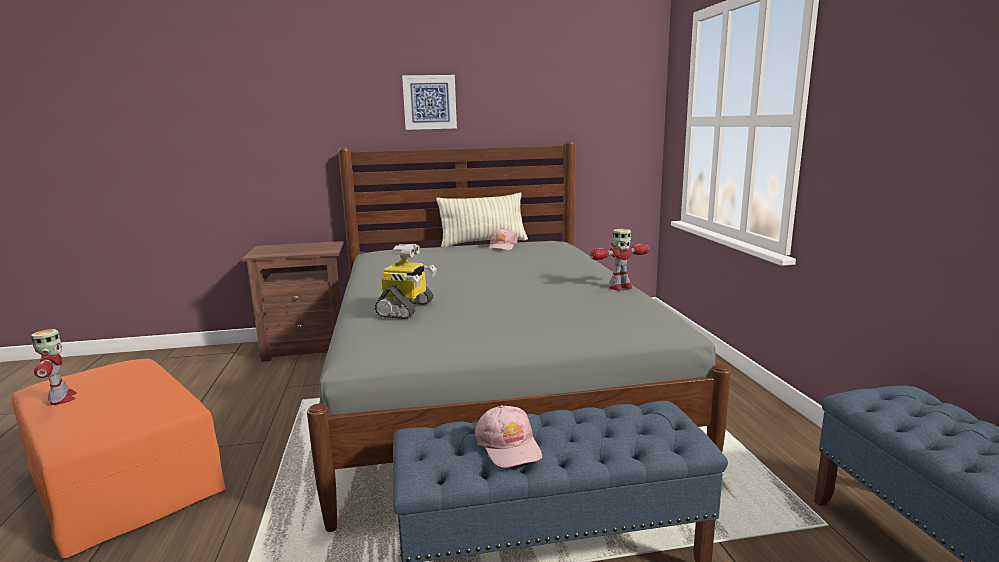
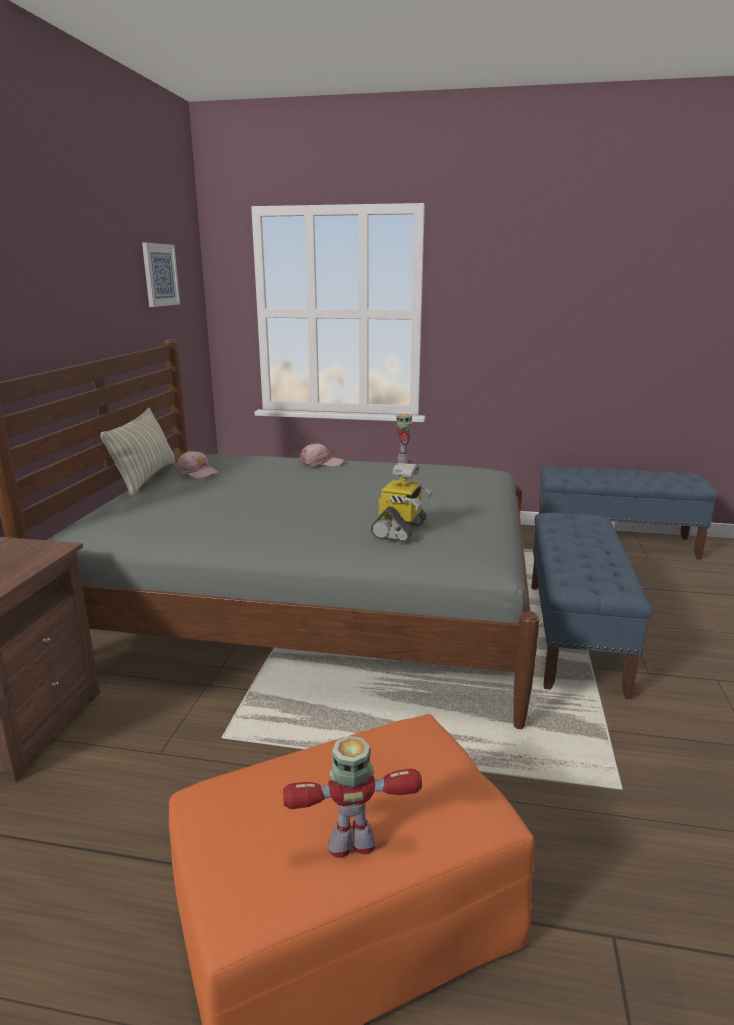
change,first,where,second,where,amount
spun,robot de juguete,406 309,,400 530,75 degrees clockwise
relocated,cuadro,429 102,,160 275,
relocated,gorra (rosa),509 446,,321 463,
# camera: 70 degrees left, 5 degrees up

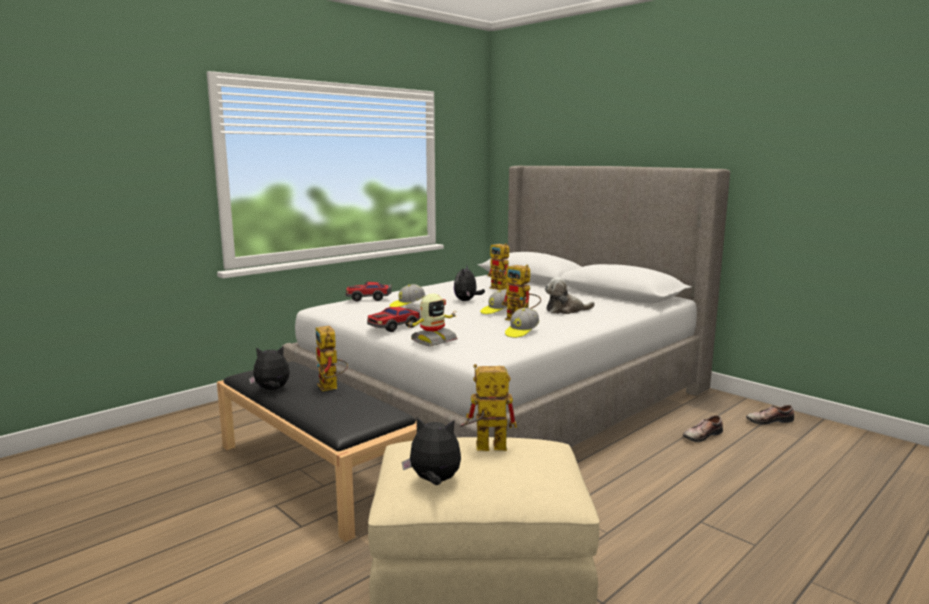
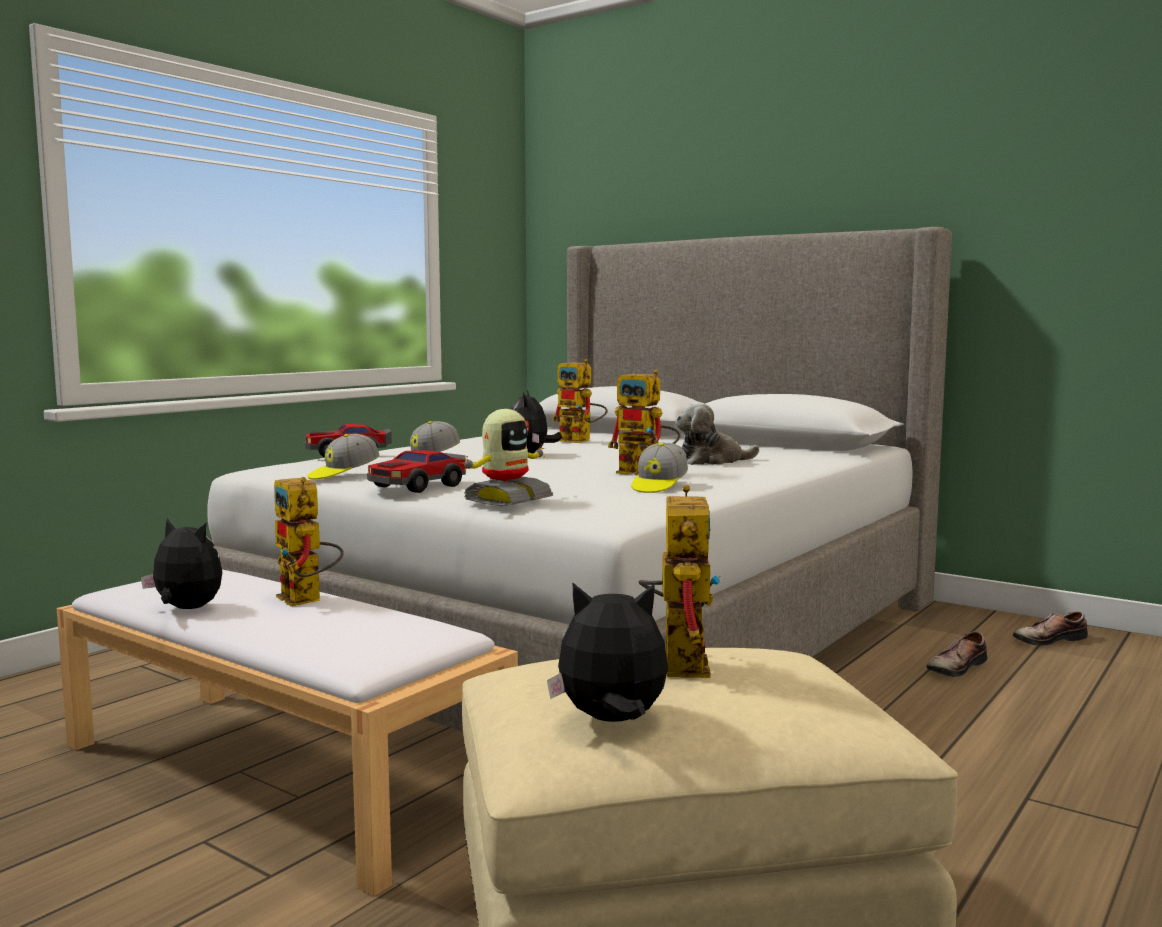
change,first,where,second,where,amount
colour,banco (negro),318 472,banco (blanco),281 774,
spun,peluche,272 390,,185 609,45 degrees clockwise
spun,robot de juguete,483 448,,678 661,105 degrees clockwise
relocated,gorra,497 311,,343 475,
# camera: 10 degrees left, 5 degrees down

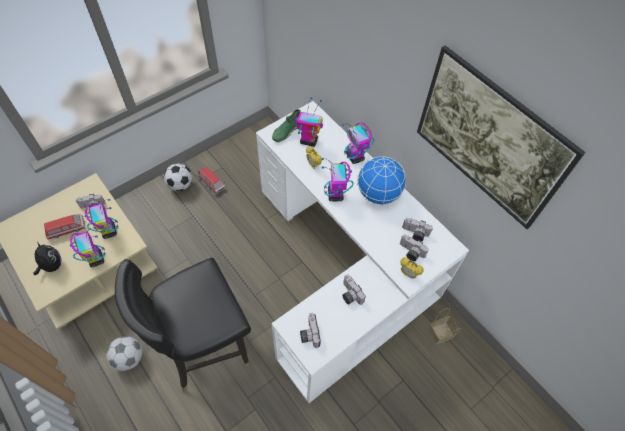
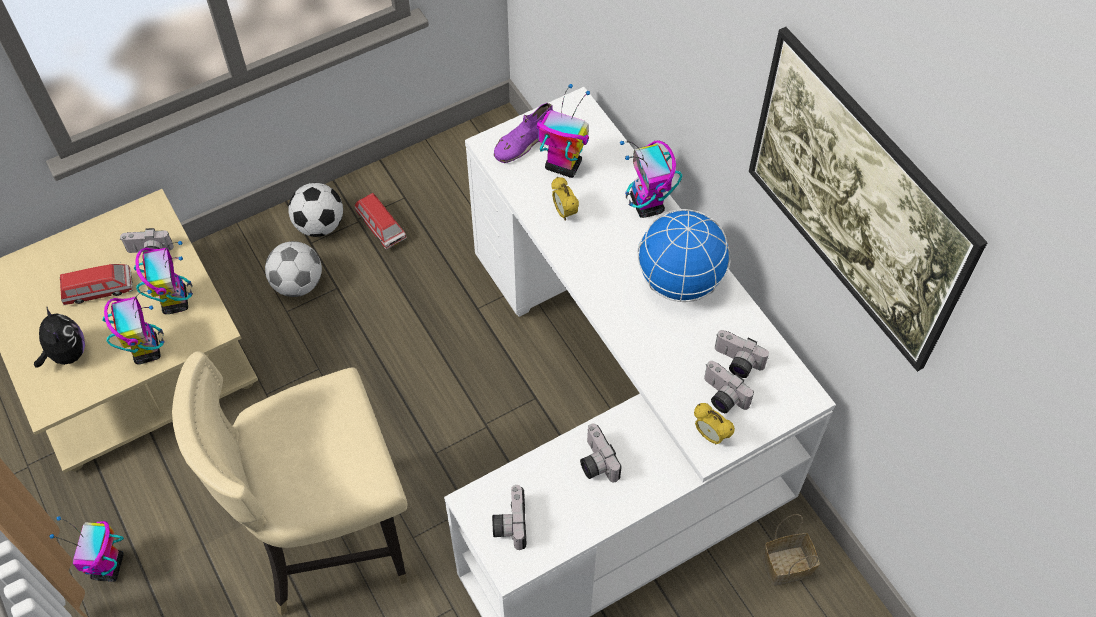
change,first,where,second,where,amount
relocated,balón de fútbol,129 358,,297 284,
colour,silla (negro),206 349,silla (beis),330 541,
colour,zapato (verde),288 130,zapato (morado),526 141,
relocated,robot de juguete,335 195,,108 568,
# camera: 10 degrees right, 0 degrees up

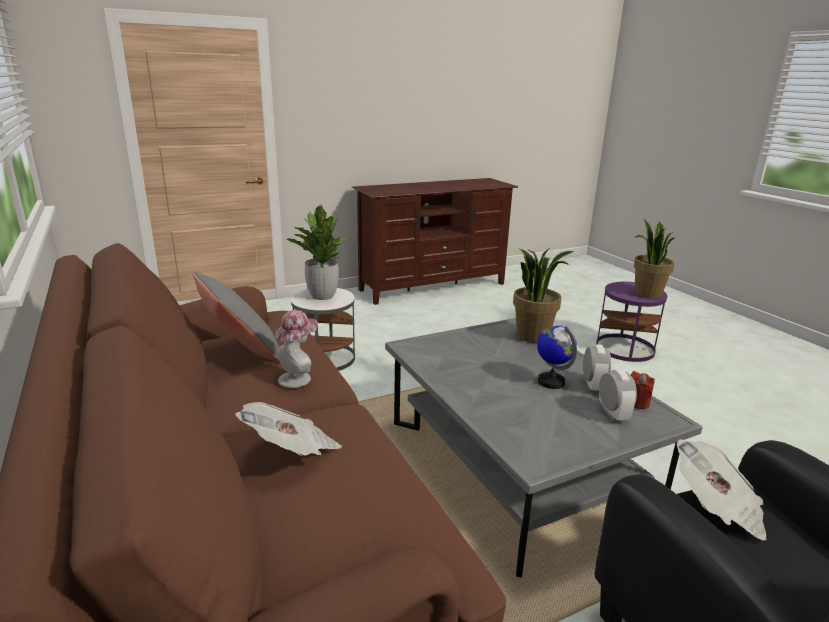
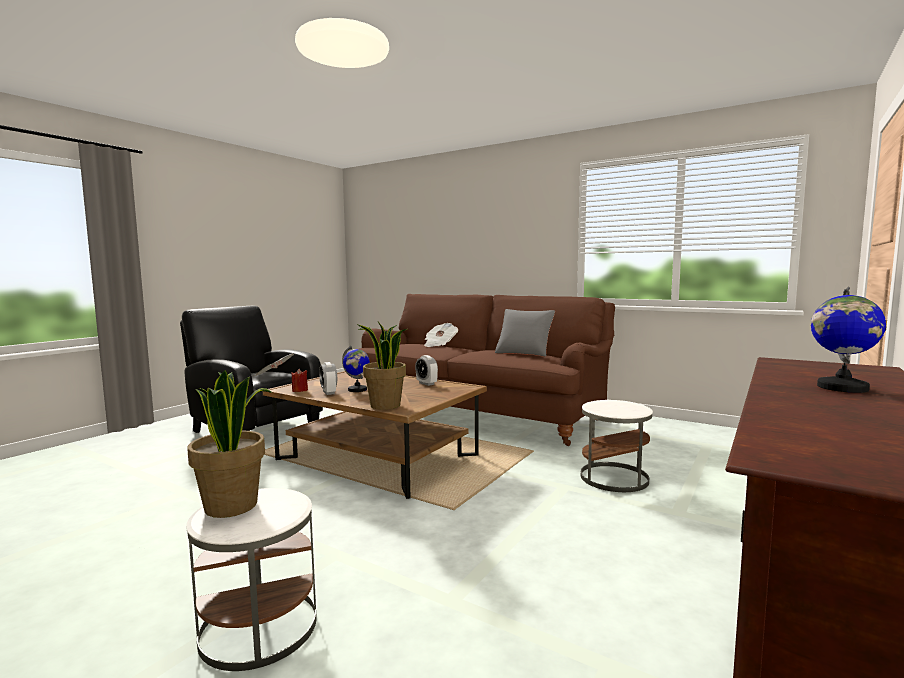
change,first,where,second,where,amount
missing,sombrero,298 378,,,
missing,planta en maceta,322 296,,,
colour,mesa de centro (gris),514 465,mesa de centro (marrón),377 457,
colour,mesa auxiliar (morado),625 348,mesa auxiliar (blanco),258 627,
relocated,despertador,613 414,,426 383,
appeared,,,globo terráqueo,841 387,
# camera: 150 degrees right, 15 degrees down

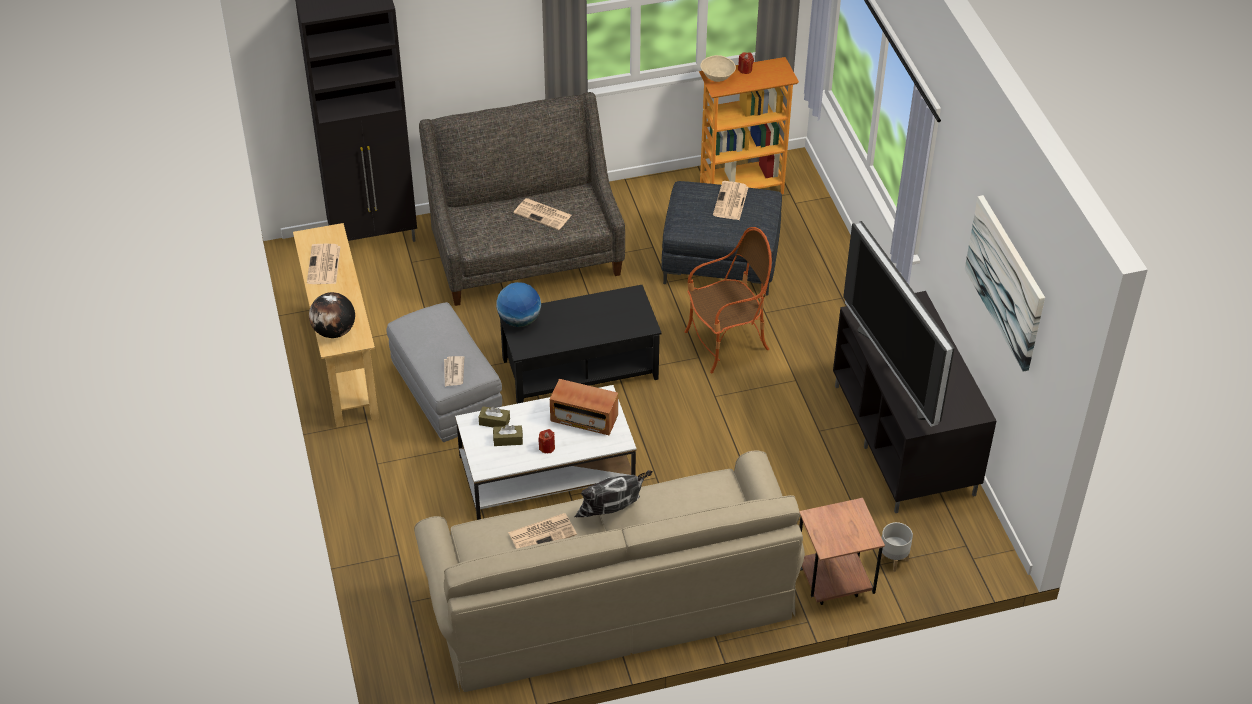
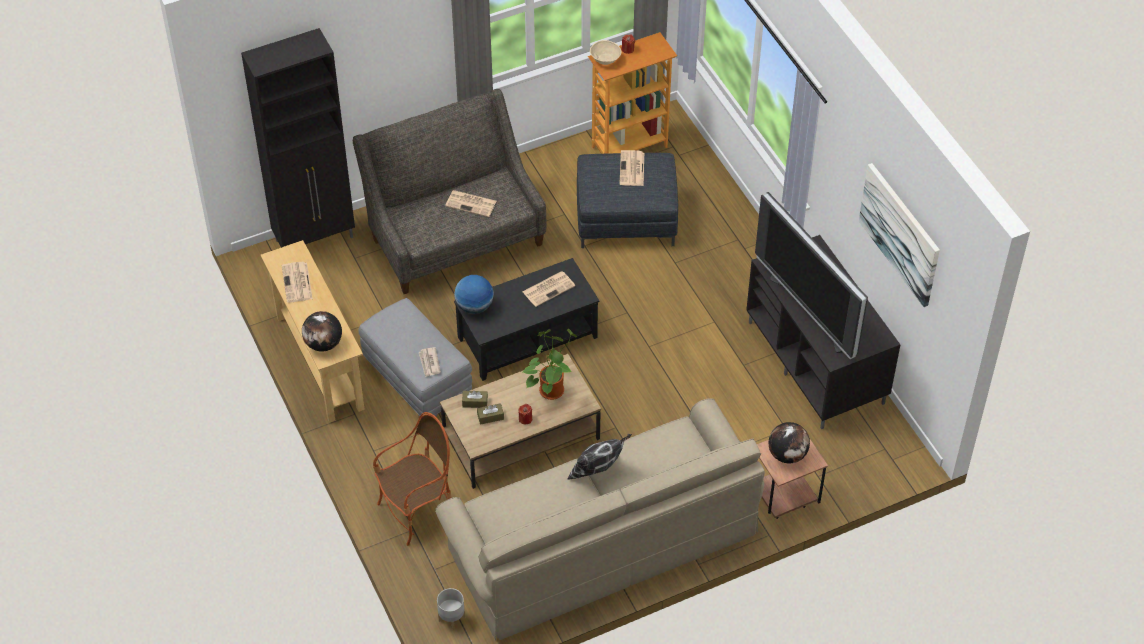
change,first,where,second,where,amount
colour,mesa de centro (blanco),545 472,mesa de centro (marrón),520 436,
relocated,periódico,543 533,,549 288,
exchanged,radio,584 419,planta en maceta,550 388,
relocated,sillón,726 343,,418 511,
relocated,maceta (gris),893 559,,452 618,
appeared,,,globo terráqueo,787 454,
# camera: 10 degrees left, 5 degrees up

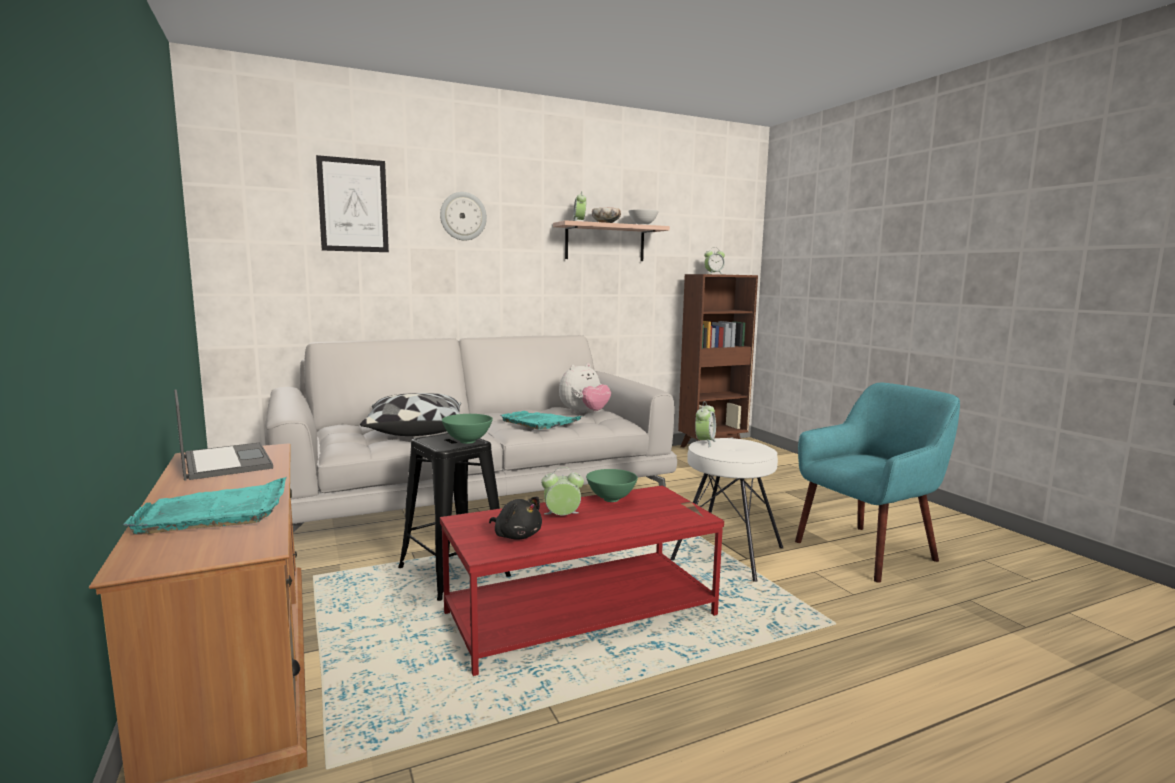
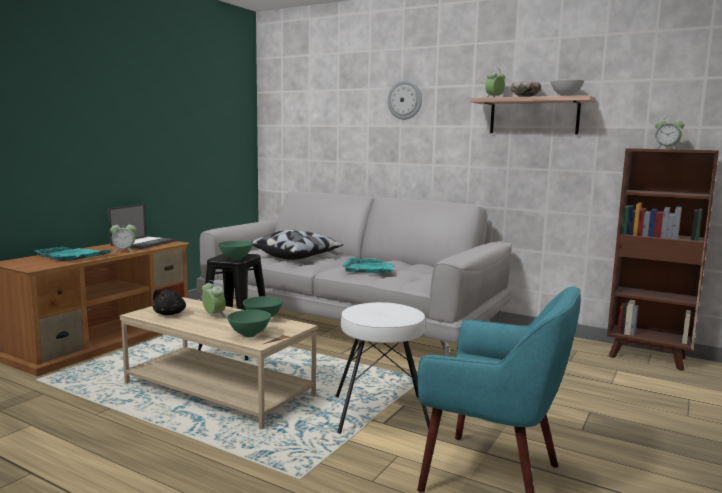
change,first,where,second,where,amount
missing,cuadro,353 205,,,
colour,mesa de centro (rojo),581 614,mesa de centro (beis),219 390,
missing,peluche,584 413,,,
relocated,despertador,704 443,,124 251,
appeared,,,cuenco (verde),250 335,
# camera: 55 degrees right, 0 degrees up

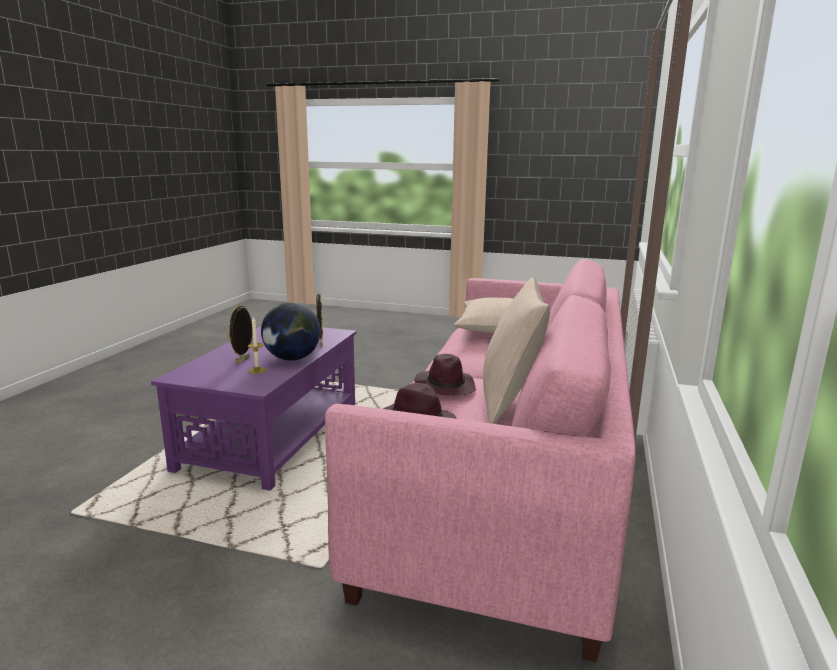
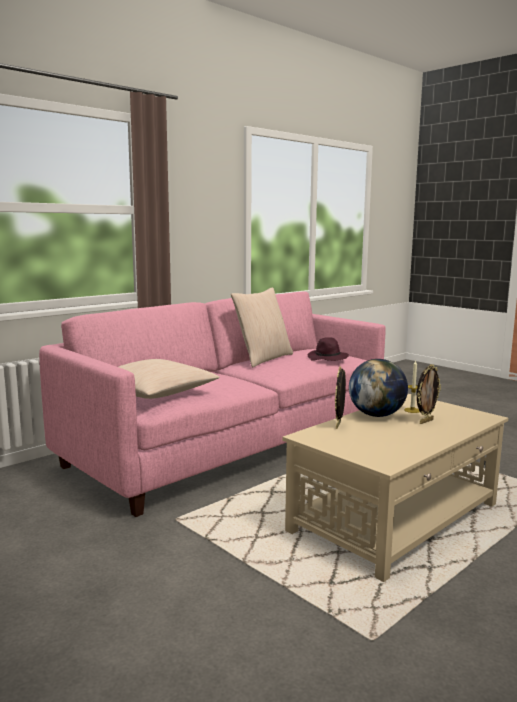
change,first,where,second,where,amount
colour,mesa de centro (morado),271 436,mesa de centro (beis),396 517,
missing,sombrero (morado),445 387,,,
# camera: 150 degrees left, 5 degrees down

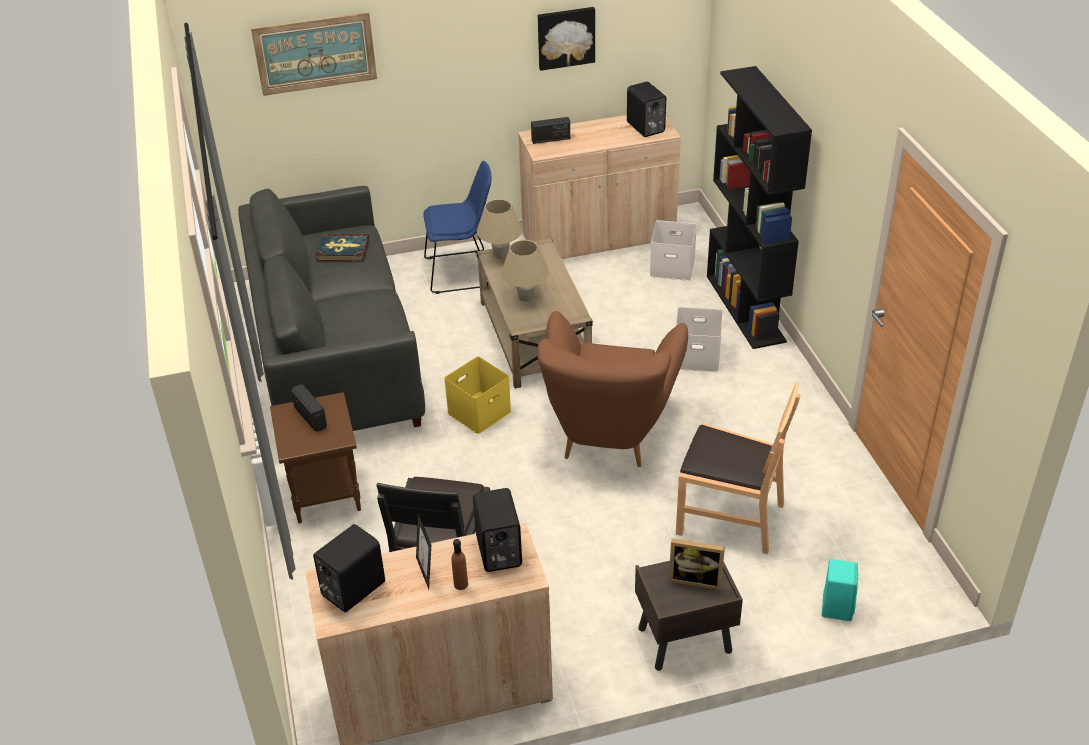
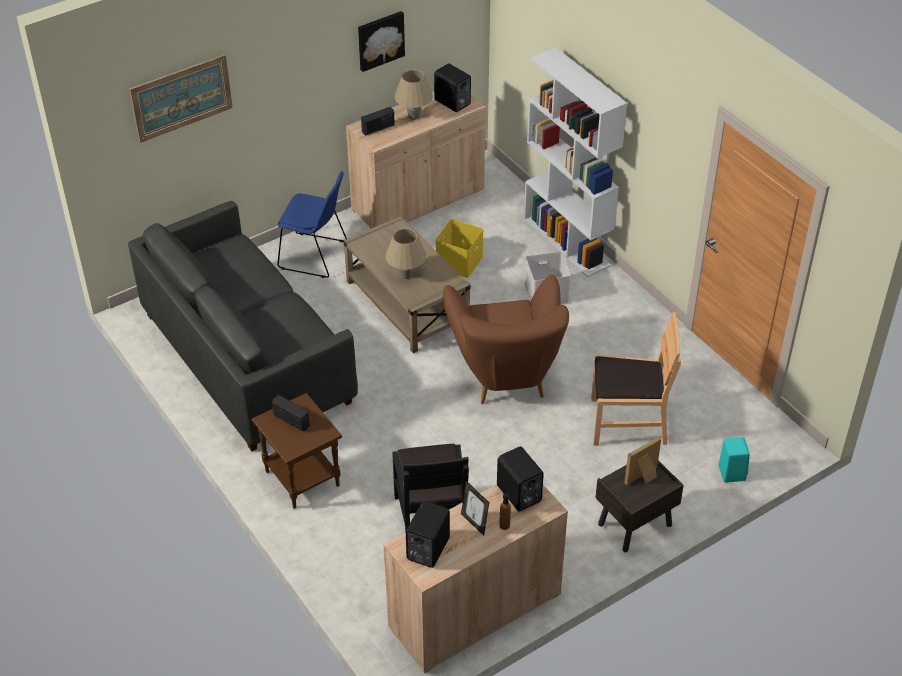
change,first,where,second,where,amount
missing,libro,342 250,,,
spun,silla (azul),462 272,,315 256,45 degrees clockwise
relocated,caja de almacenaje (amarillo),479 411,,459 261,
relocated,lámpara de mesa (beis),501 255,,414 116,
missing,caja de almacenaje (blanco),673 266,,,
spun,portarretratos,695 579,,643 478,150 degrees clockwise
colour,estantería (negro),746 308,estantería (blanco),567 242,
# camera: 20 degrees left, 5 degrees up

